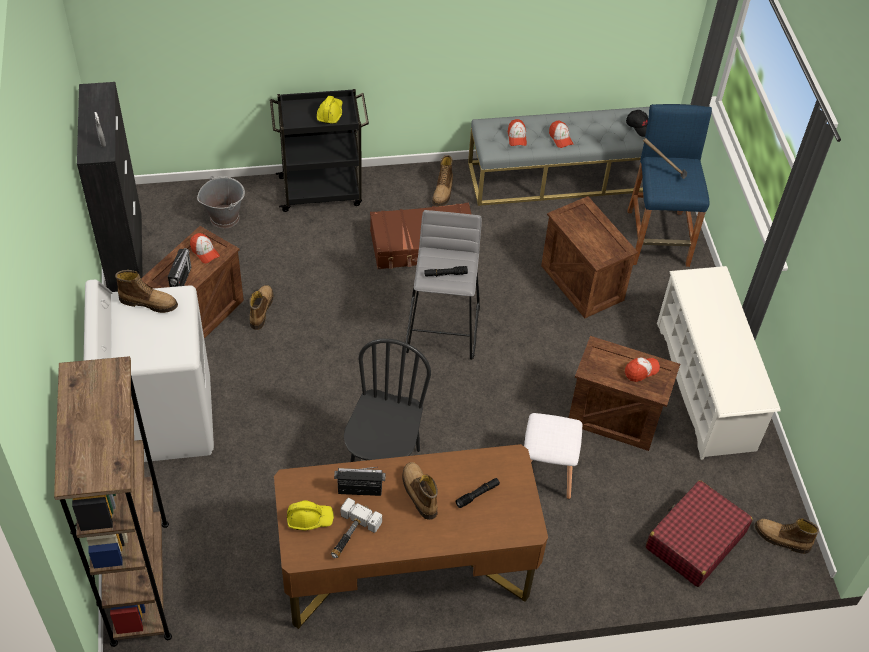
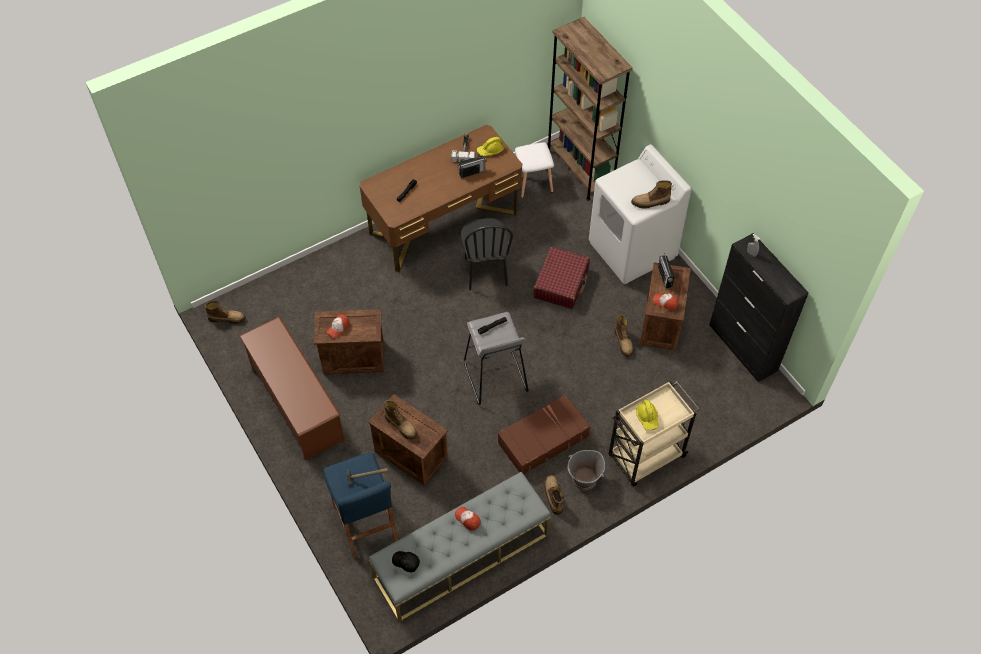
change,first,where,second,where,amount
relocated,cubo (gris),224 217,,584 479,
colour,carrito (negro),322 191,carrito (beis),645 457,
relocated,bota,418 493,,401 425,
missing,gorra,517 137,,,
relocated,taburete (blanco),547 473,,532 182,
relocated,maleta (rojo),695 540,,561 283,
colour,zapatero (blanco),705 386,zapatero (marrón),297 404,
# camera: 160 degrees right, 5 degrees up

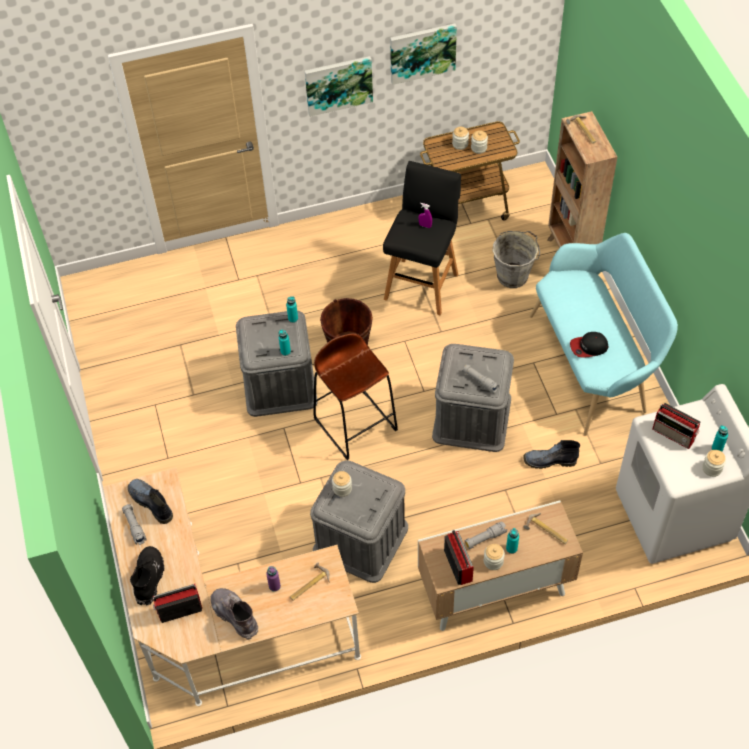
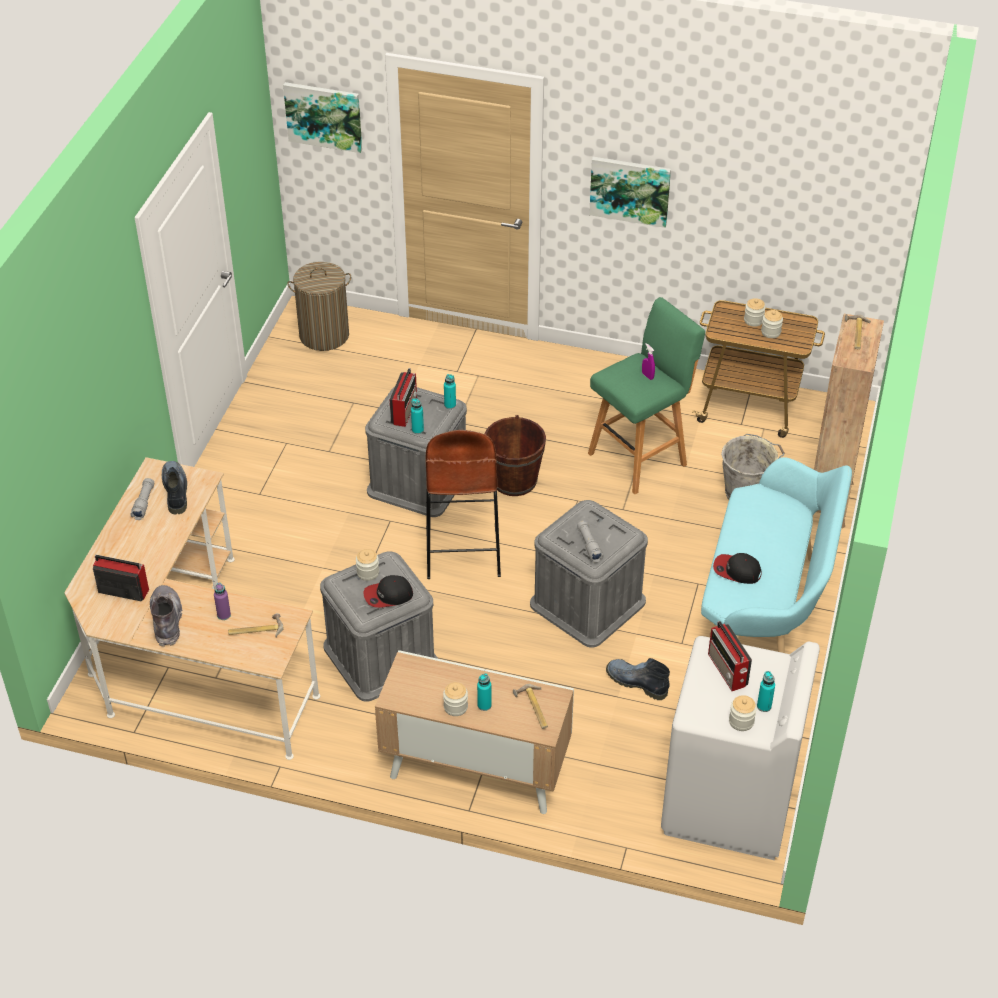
change,first,where,second,where,amount
missing,bota (negro),149 578,,,
colour,taburete (negro),422 284,taburete (verde),640 458,
relocated,cuadro,422 52,,324 116,
relocated,radio,458 564,,404 410,
missing,linterna (gris),485 538,,,
appeared,,,cesto de la ropa,324 335,
appeared,,,gorra,388 595,
# camera: 30 degrees right, 10 degrees down

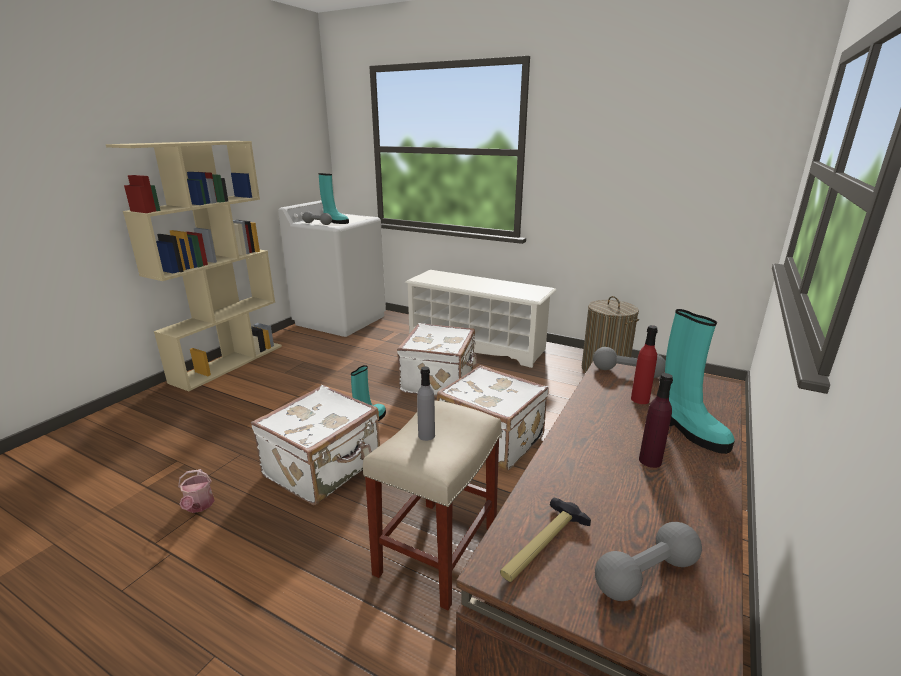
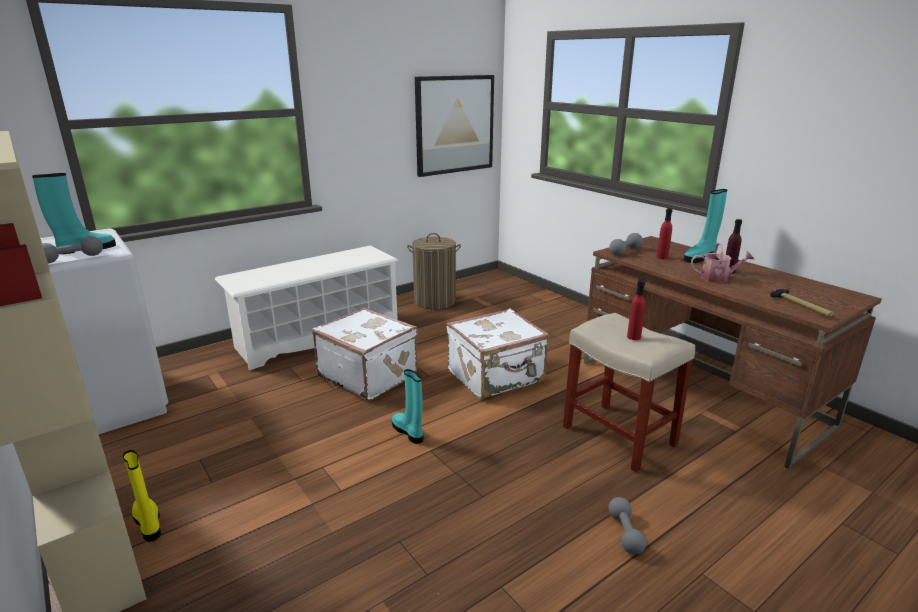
change,first,where,second,where,amount
relocated,regadera,199 506,,718 278,
missing,maleta (blanco),324 468,,,
colour,botella (gris),426 435,botella (rojo),633 337,
relocated,mancuerna (gris),646 575,,625 533,
spun,bota (turquesa),689 431,,700 257,150 degrees clockwise
appeared,,,bota (amarillo),148 523,
appeared,,,cuadro,454 125,
# camera: 65 degrees left, 0 degrees up

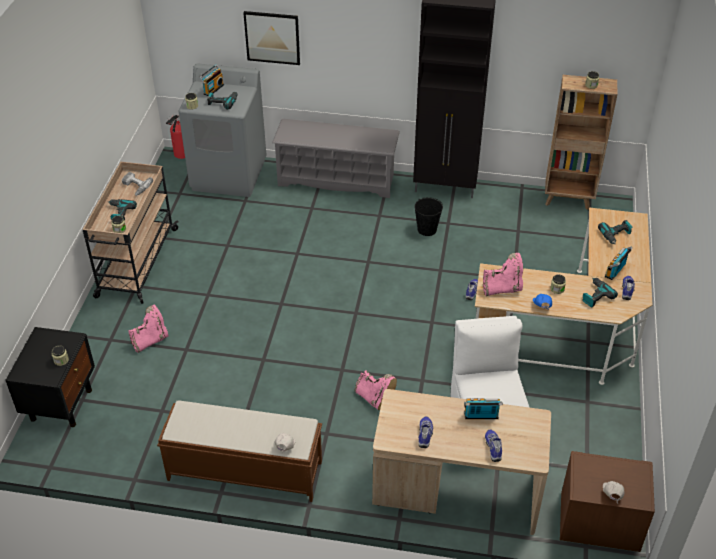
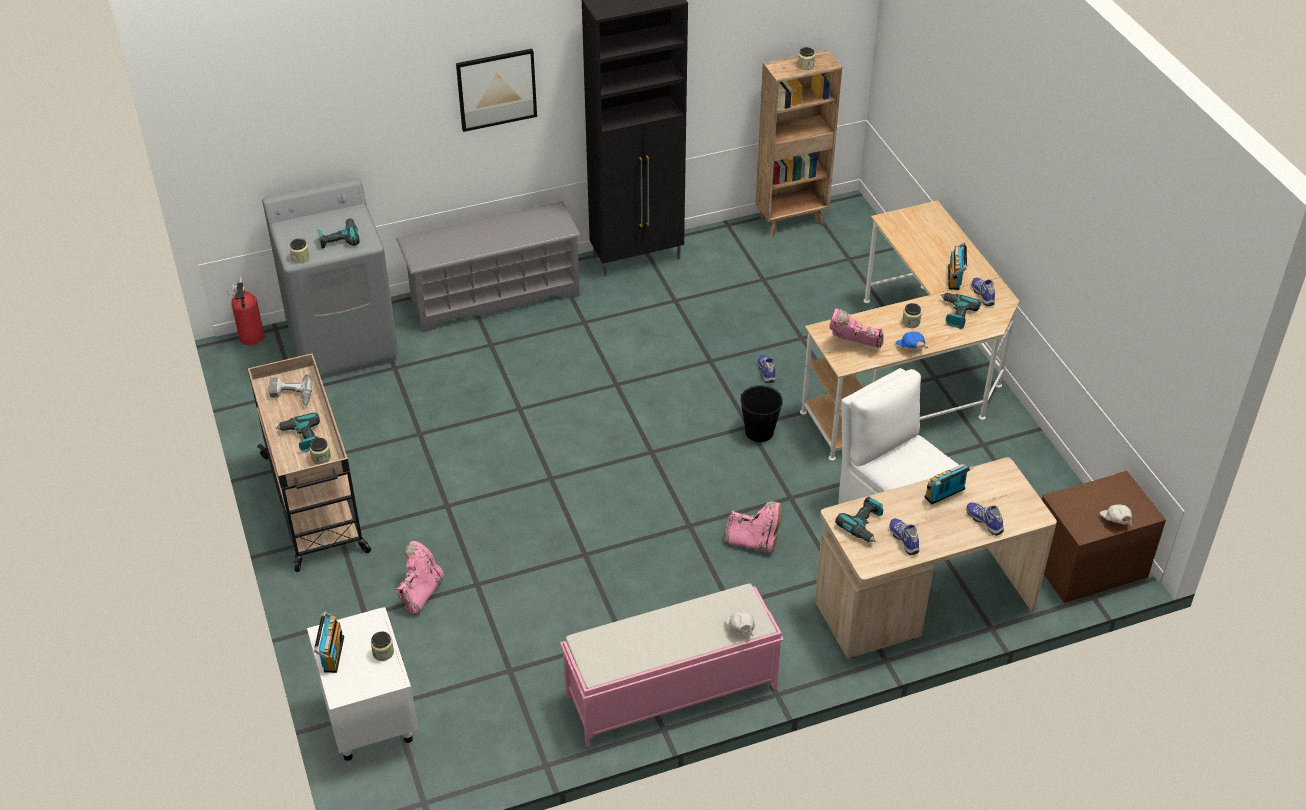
change,first,where,second,where,amount
colour,mesita de noche (negro),62 404,mesita de noche (blanco),370 721,
colour,banco (marrón),243 470,banco (rosa),669 691,
relocated,radio,213 89,,331 654,
relocated,cuadro,272 37,,496 89,
relocated,cubo (negro),427 229,,759 432,
spun,bota (rosa),503 288,,853 345,120 degrees counterclockwise
relocated,taladro,616 235,,864 525,
# camera: 30 degrees left, 0 degrees up

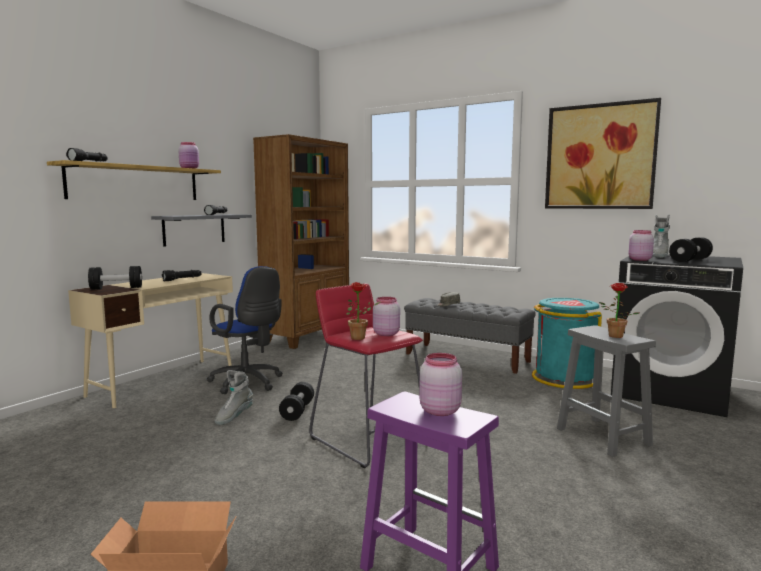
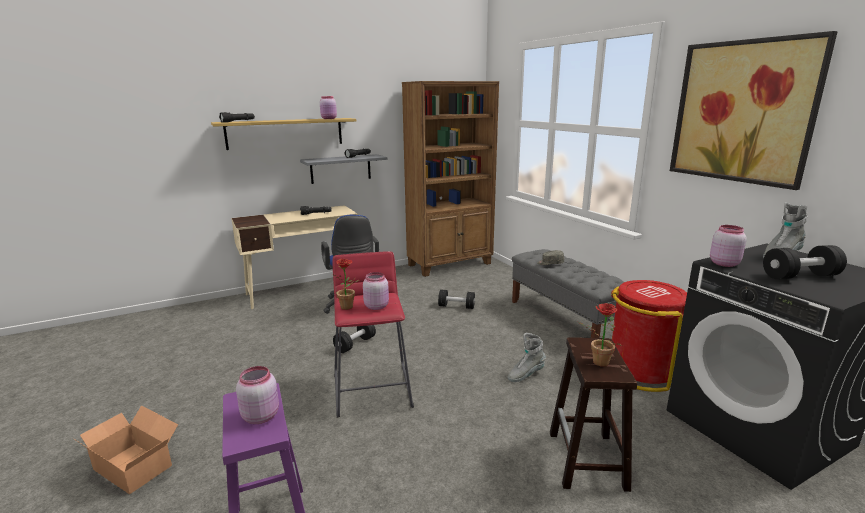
change,first,where,second,where,amount
relocated,mancuerna (negro),116 288,,456 306,
relocated,bota (gris),234 417,,525 375,
colour,papelera (turquesa),563 378,papelera (rojo),640 371,
colour,taburete (gris),604 437,taburete (marrón),587 461,
# camera: 30 degrees right, 10 degrees up

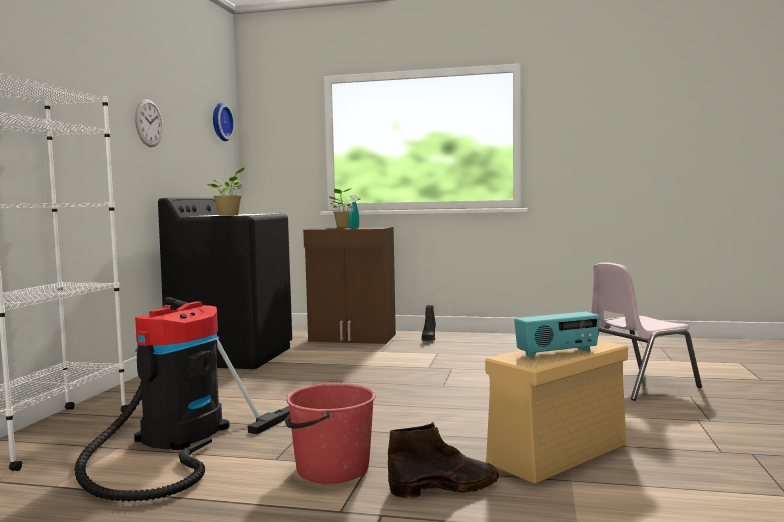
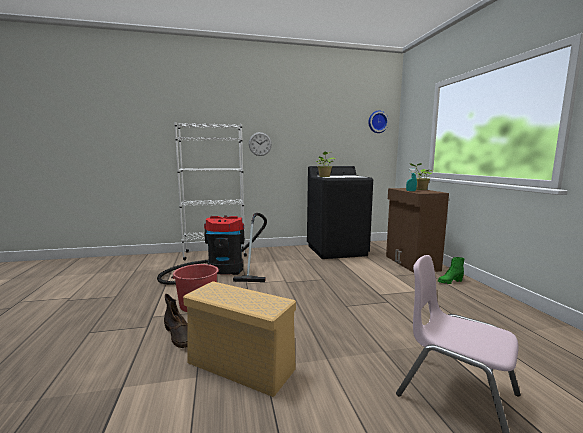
change,first,where,second,where,amount
relocated,reloj de pared,149 123,,260 144,
colour,bota (negro),428 339,bota (verde),449 282,
missing,radio,557 353,,,
# camera: 65 degrees right, 5 degrees up

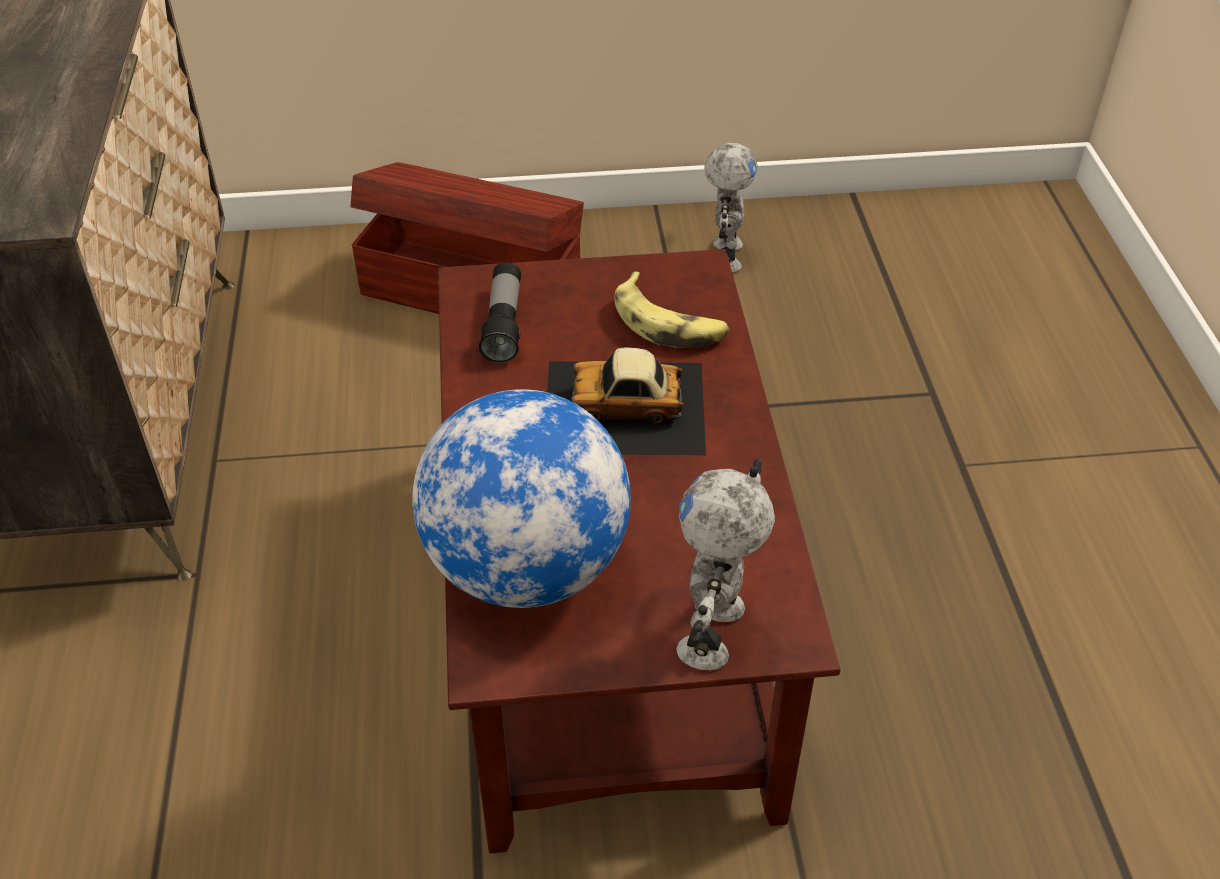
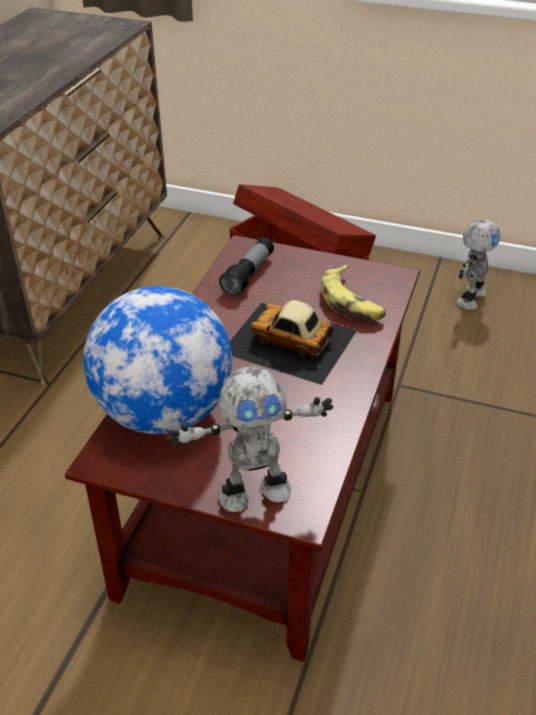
change,first,where,second,where,amount
spun,robot de juguete,715 631,,253 491,150 degrees counterclockwise
# camera: 25 degrees right, 5 degrees down

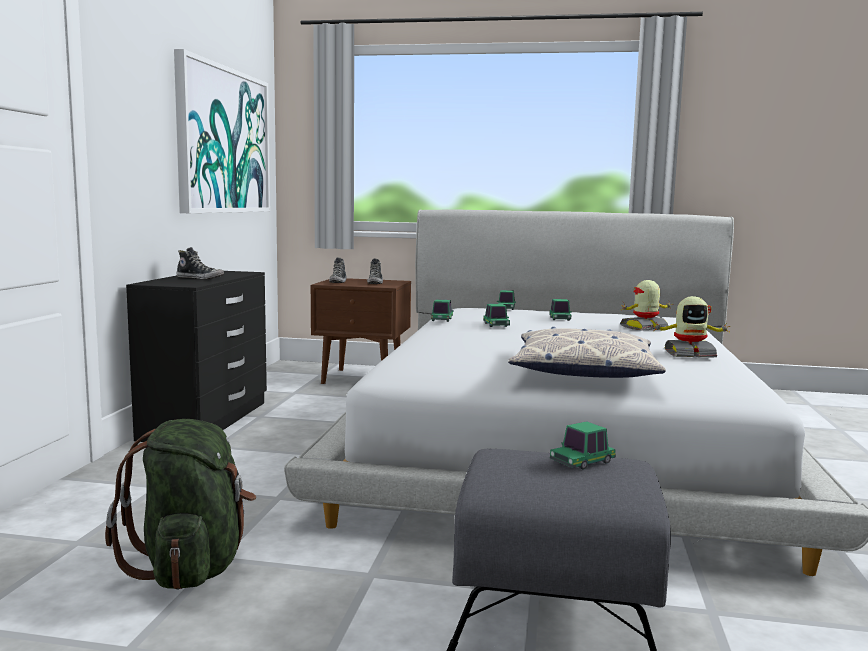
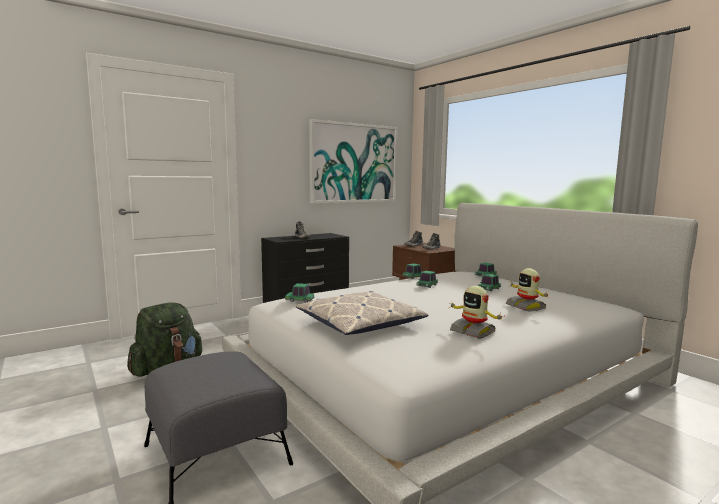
change,first,where,second,where,amount
relocated,coche de juguete,582 462,,299 300,
spun,robot de juguete,644 328,,526 307,135 degrees counterclockwise
# camera: 45 degrees right, 0 degrees up

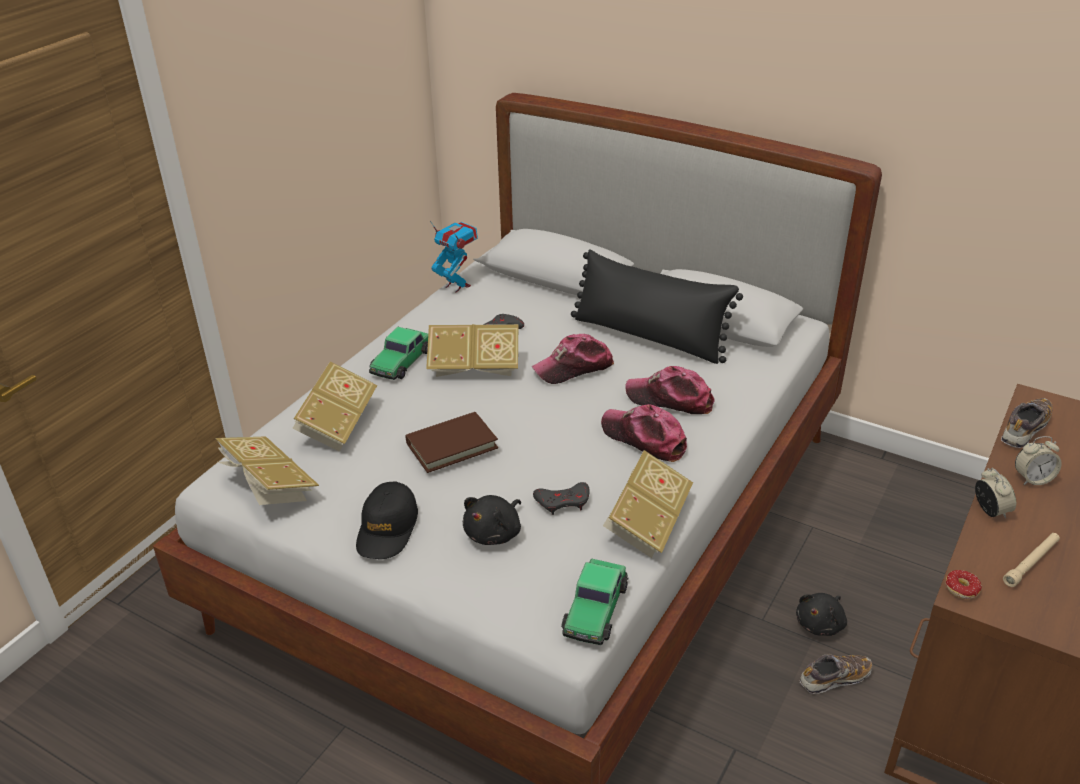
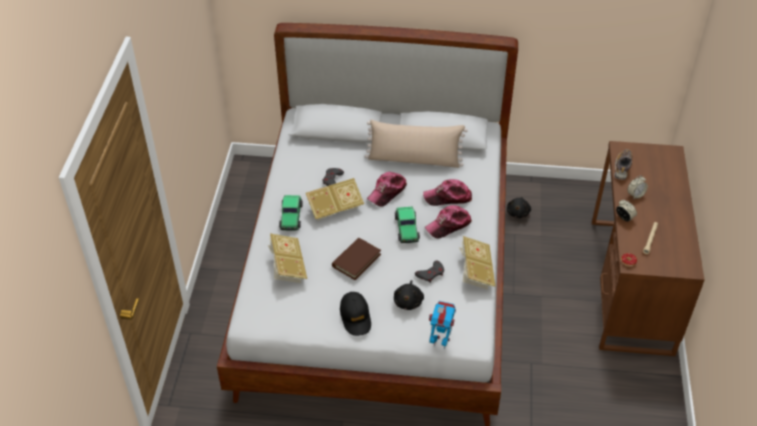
change,first,where,second,where,amount
missing,libro,268 487,,,
relocated,robot de juguete,457 286,,440 342,
relocated,coche de juguete,595 609,,406 228,
colour,cojín (negro),649 337,cojín (beis),414 159,
spun,gorra,644 438,,448 225,45 degrees counterclockwise
relocated,peluche (negro),821 624,,518 212,
missing,zapato,834 679,,,
# camera: 25 degrees left, 10 degrees up

